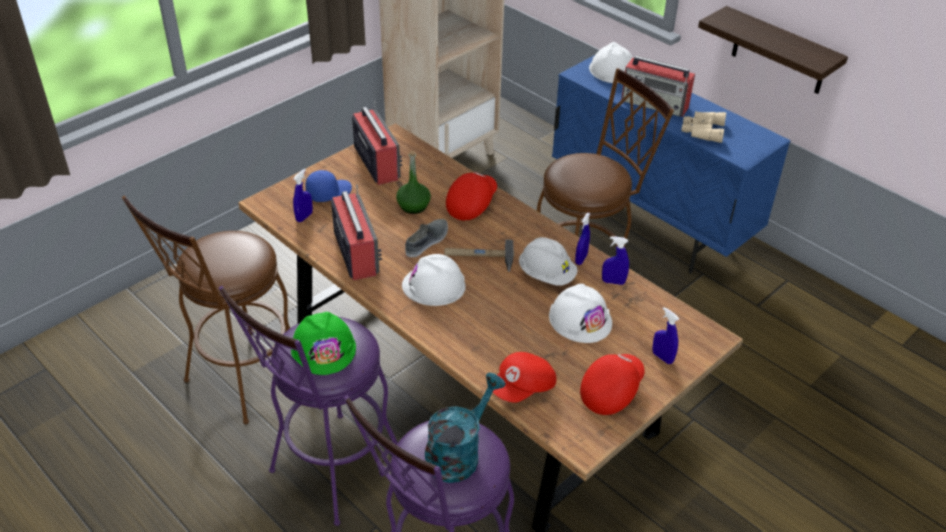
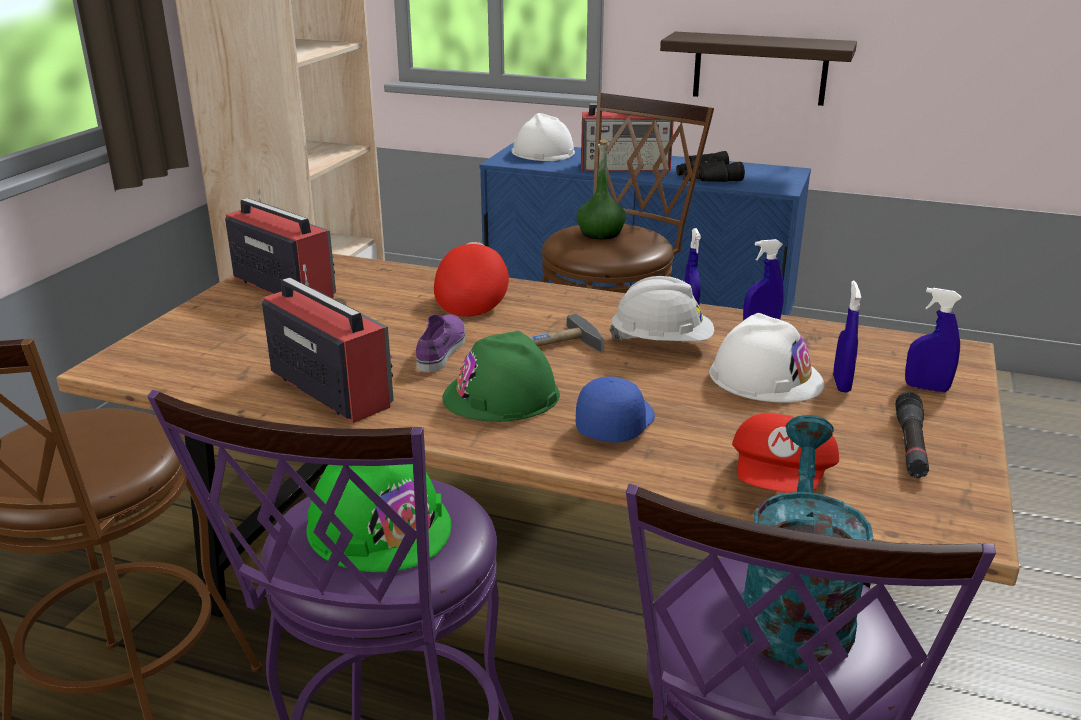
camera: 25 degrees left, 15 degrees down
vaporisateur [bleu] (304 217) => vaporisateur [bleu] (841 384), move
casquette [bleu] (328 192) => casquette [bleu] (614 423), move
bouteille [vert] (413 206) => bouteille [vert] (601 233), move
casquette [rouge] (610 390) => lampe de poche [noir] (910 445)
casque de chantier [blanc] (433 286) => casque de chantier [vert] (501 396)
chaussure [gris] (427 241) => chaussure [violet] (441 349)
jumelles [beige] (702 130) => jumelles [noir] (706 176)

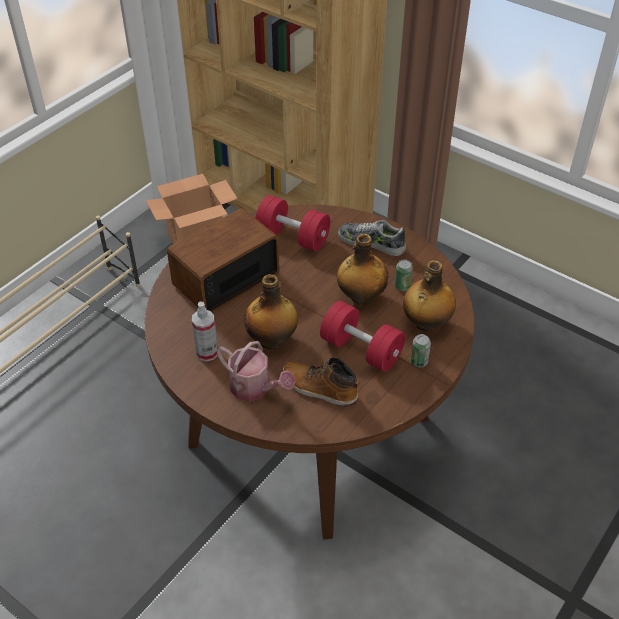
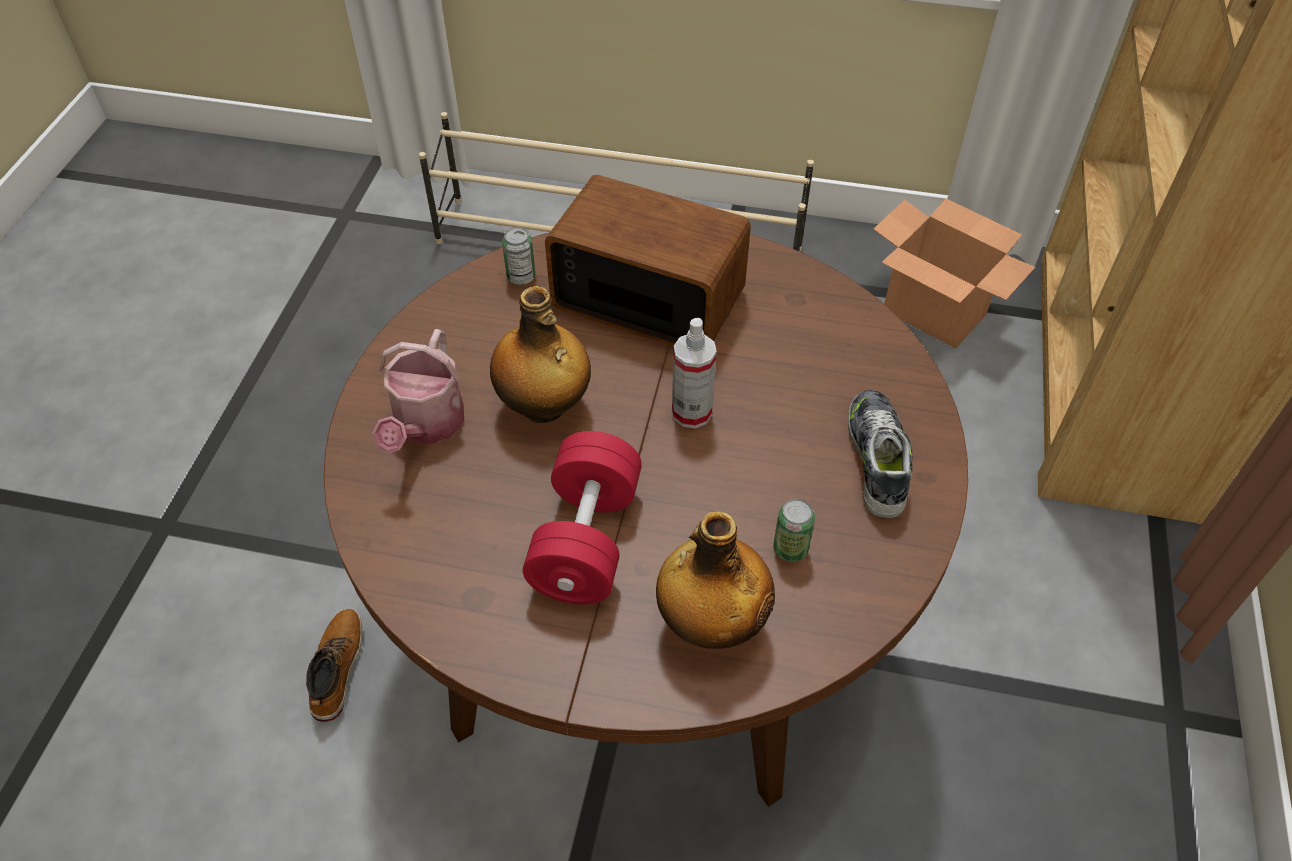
camera: 65 degrees right, 5 degrees up
haltère [rouge] (293 237) => nothing
bouteille (361 297) => nothing
vaporisateur (207 353) => vaporisateur (691 412), move
botte (319 388) => botte (336 668), move
boîte métallique (419 361) => boîte métallique (521 277), move

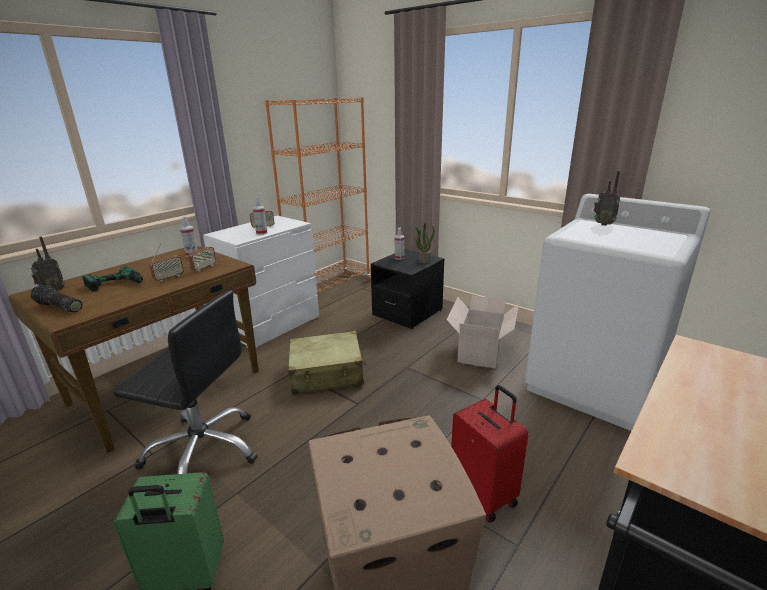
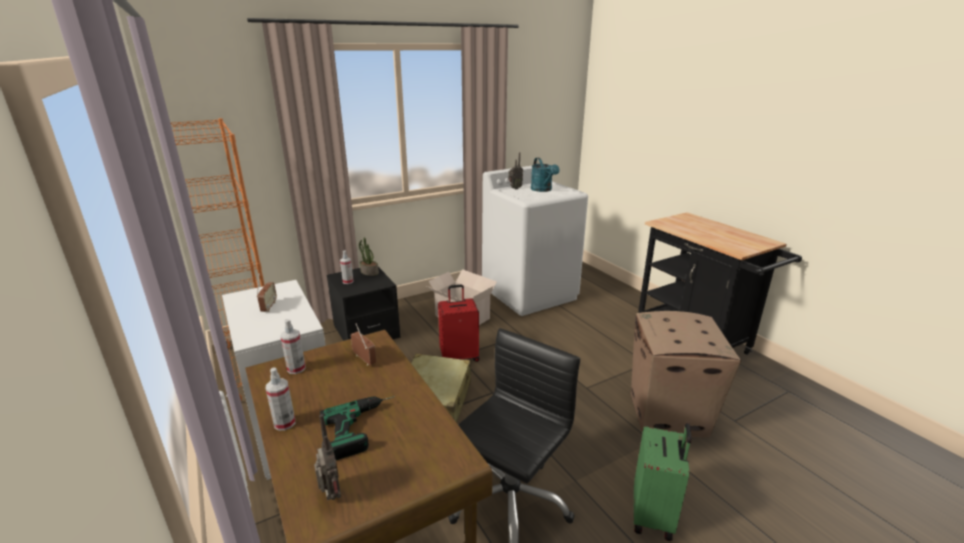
camera: 70 degrees left, 0 degrees up
lampe de poche (58 307) => nothing
radio (169 278) => nothing
nothing => arrosoir [turquoise] (543 190)
vaporisateur (261 233) => vaporisateur (284 423), move
valise [rouge] (484 494) => valise [rouge] (459 356), move

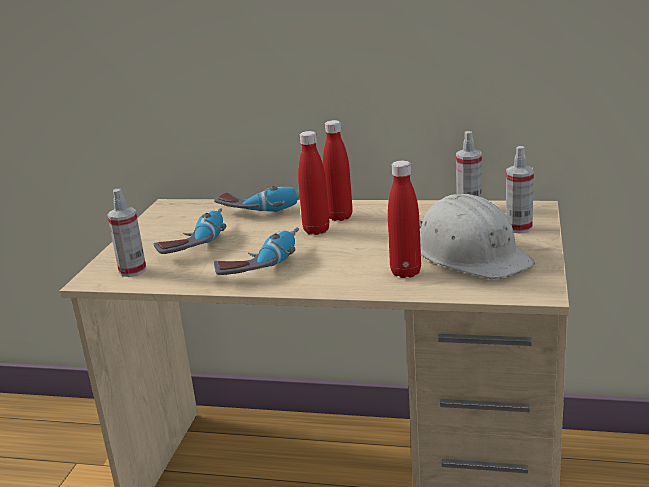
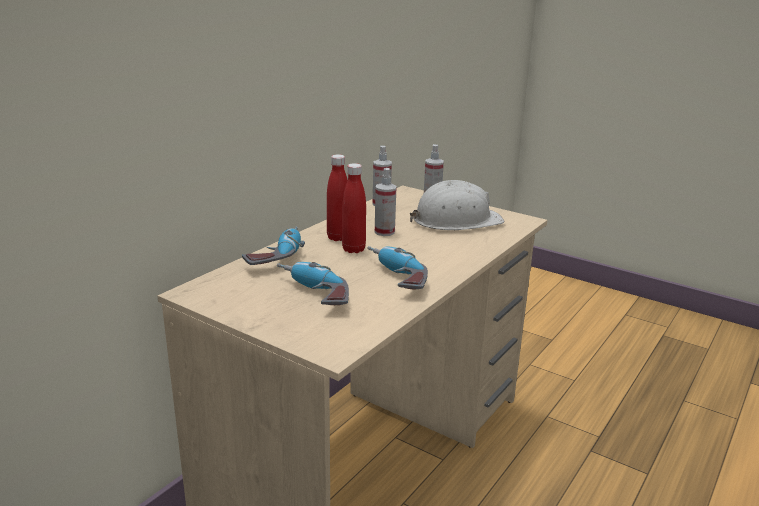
camera: 70 degrees left, 0 degrees up
bouteille [rouge] (405 272) => nothing
vaporisateur (132 270) => vaporisateur (384 232), move

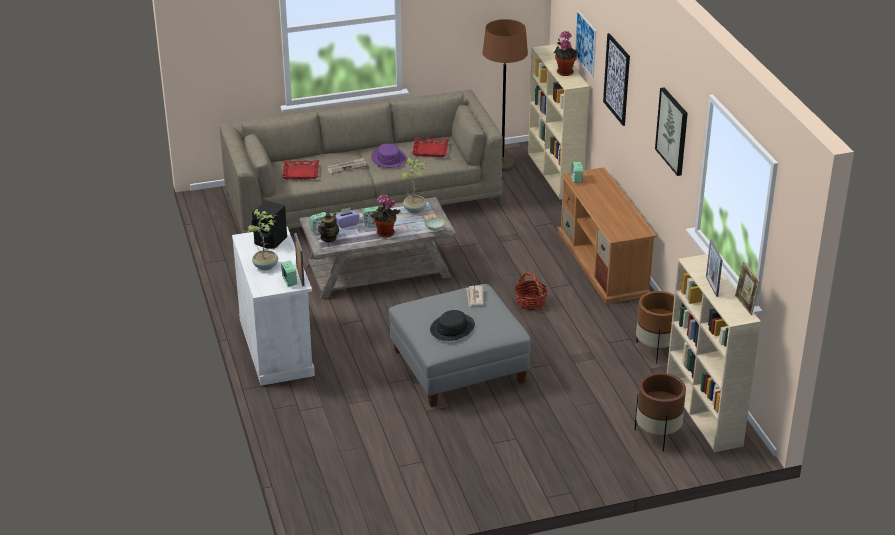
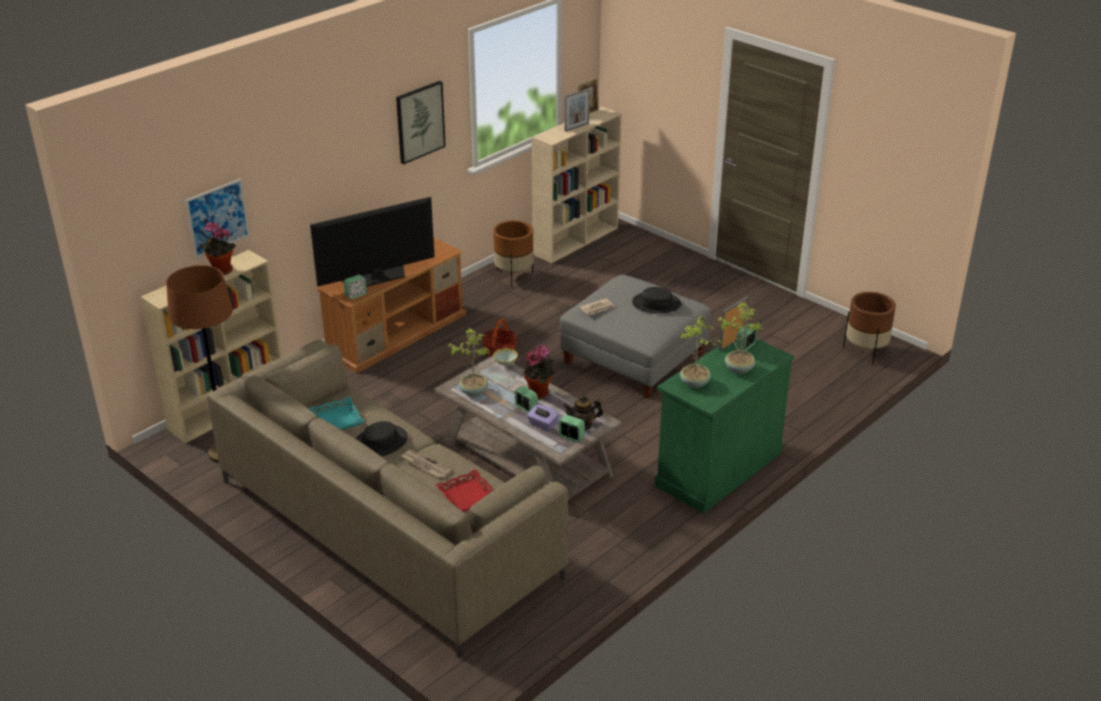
camera: 120 degrees left, 0 degrees up
tableau (617 79) => nothing
nothing => téléviseur (376 278)
cache-pot [marron] (657 435) => cache-pot [marron] (865 352), move
enceinte [noir] (271 241) => plante en pot (694 383)
meuble de rangement [blanc] (276 347) => meuble de rangement [vert] (718 468)
chapeau [violet] (388 158) => chapeau [noir] (380 442)
plateau [rouge] (430 150) => plateau [turquoise] (336 419)

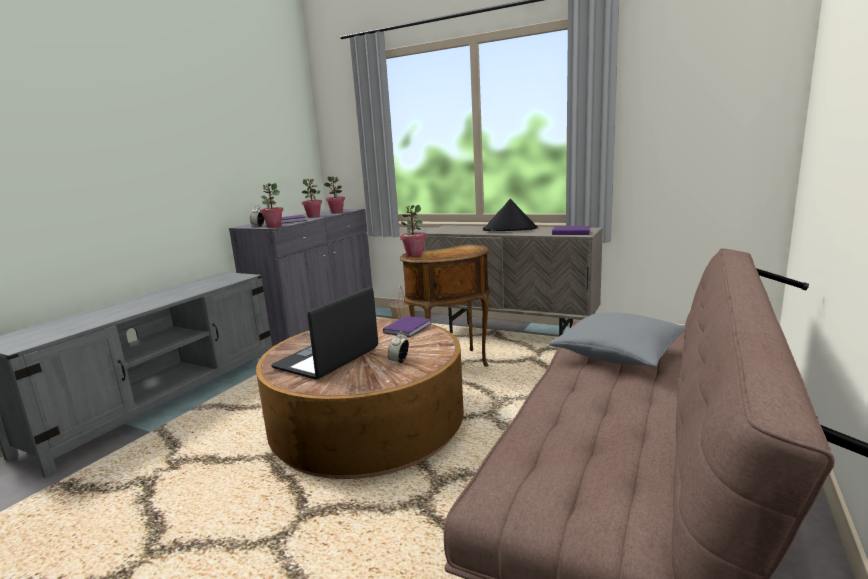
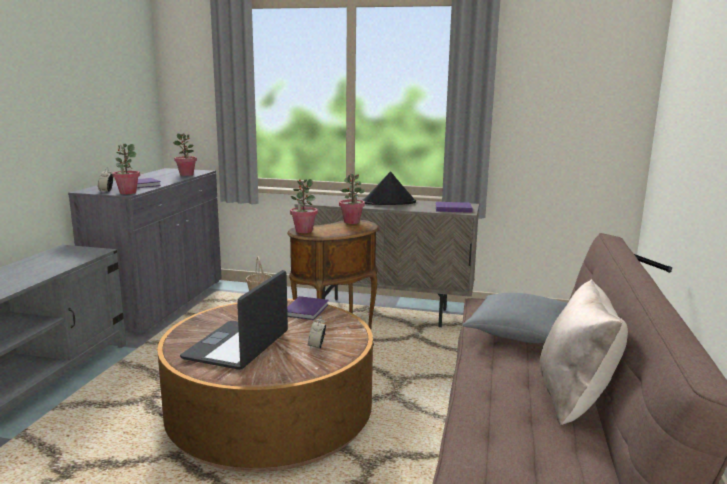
camera: 15 degrees left, 0 degrees up
nothing => coussin [beige] (574 397)
plante en pot (313 216) => plante en pot (352 222), move

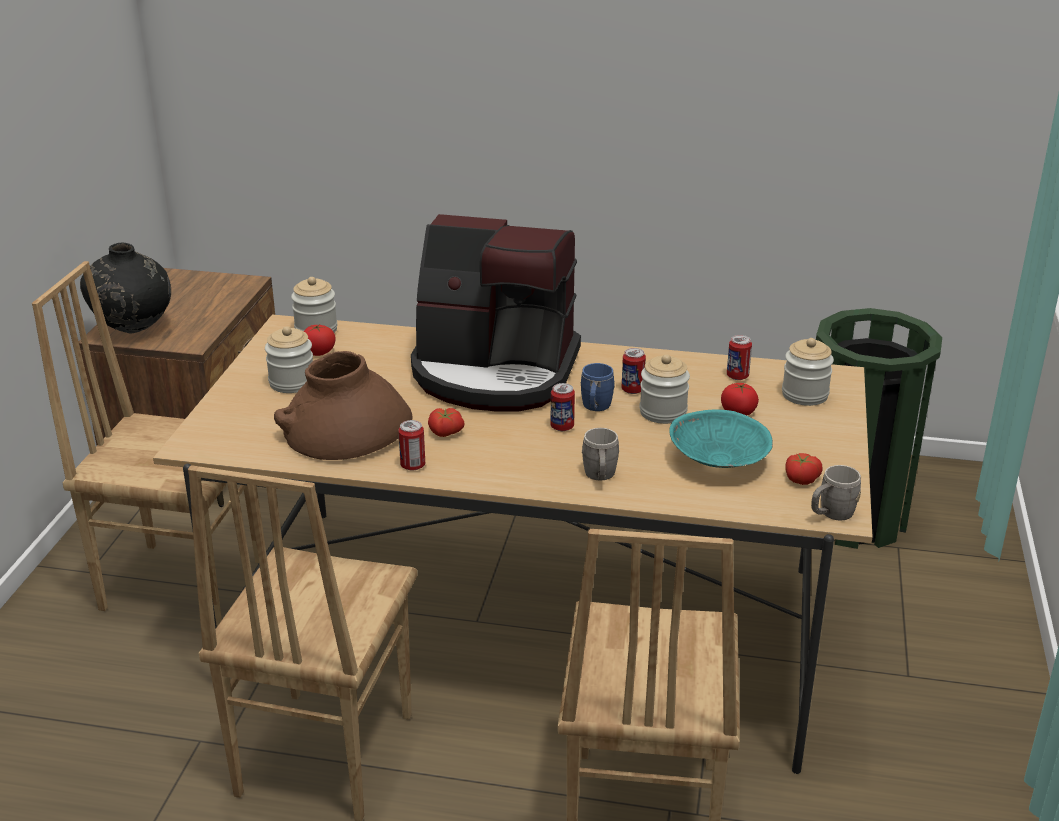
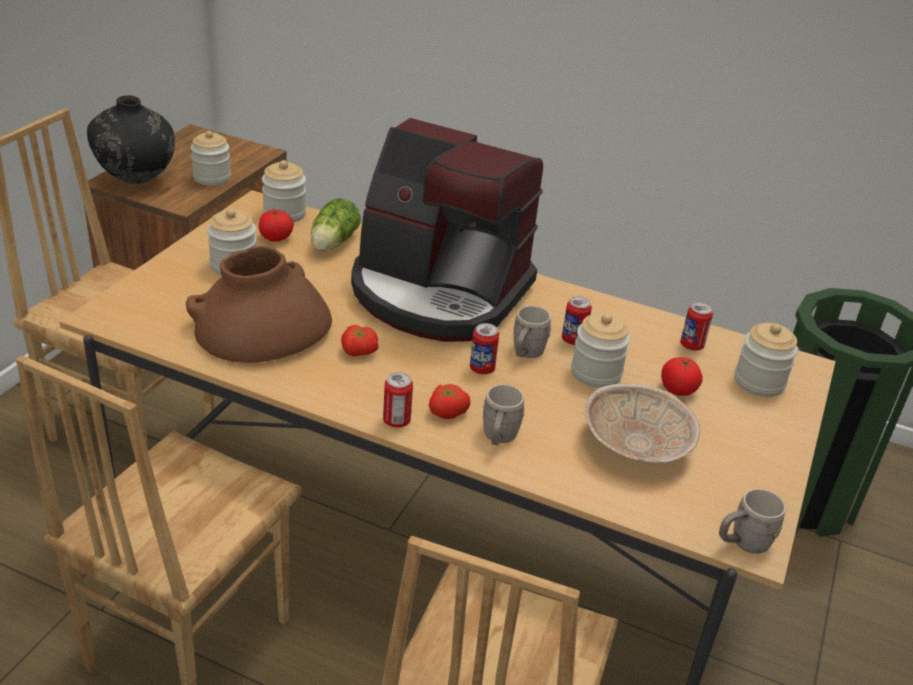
camera: 10 degrees right, 5 degrees up
nothing => bocal (212 178)
nothing => laitue (332 243)
boîte métallique (413 466) => boîte métallique (396 421), move
tomate (800 479) => tomate (447 411), move
mug [bleu] (595 408) => mug [gris] (526 354)
bol [turquoise] (719 462) => bol [beige] (636 446)

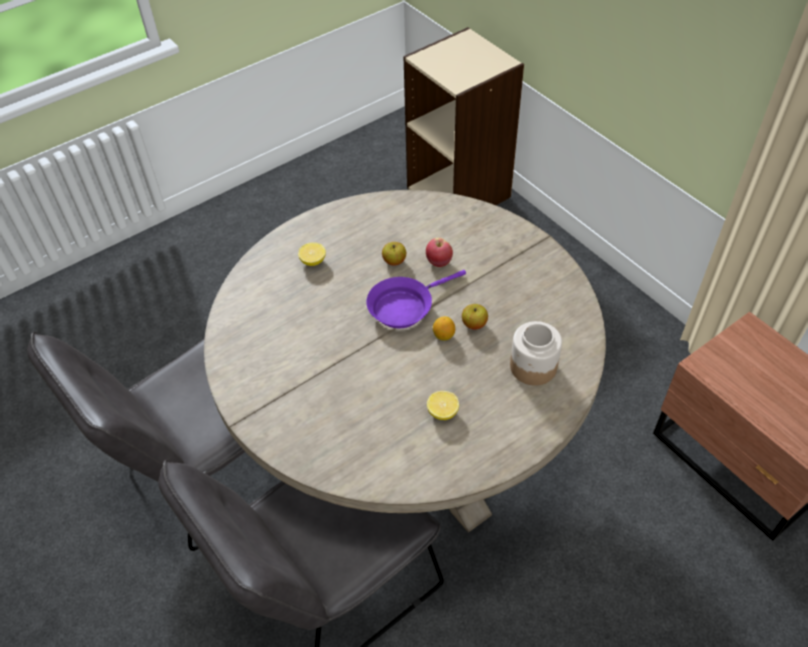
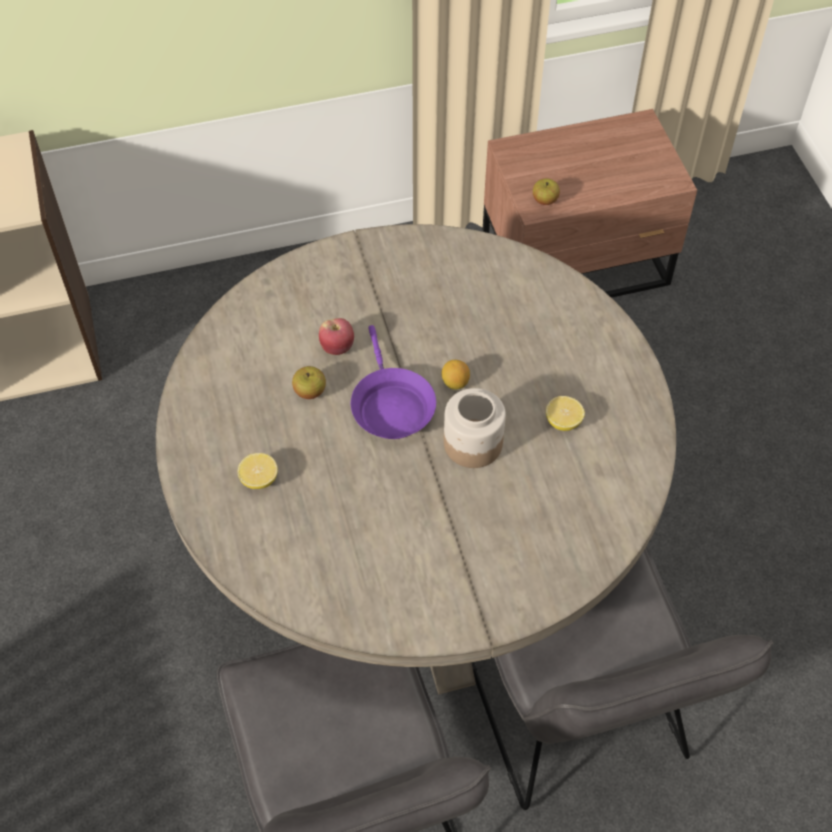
camera: 70 degrees left, 5 degrees up
pomme (474 324) => pomme (545 200), move
bocal (532 366) => bocal (472 444), move

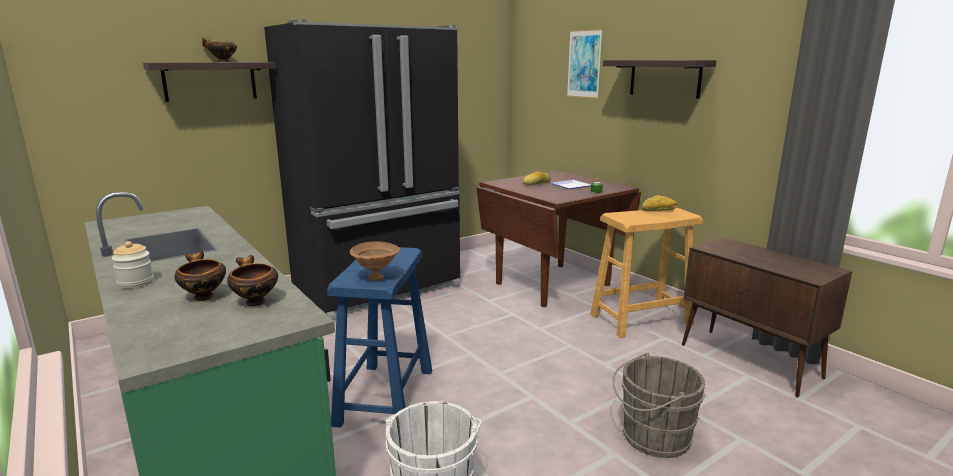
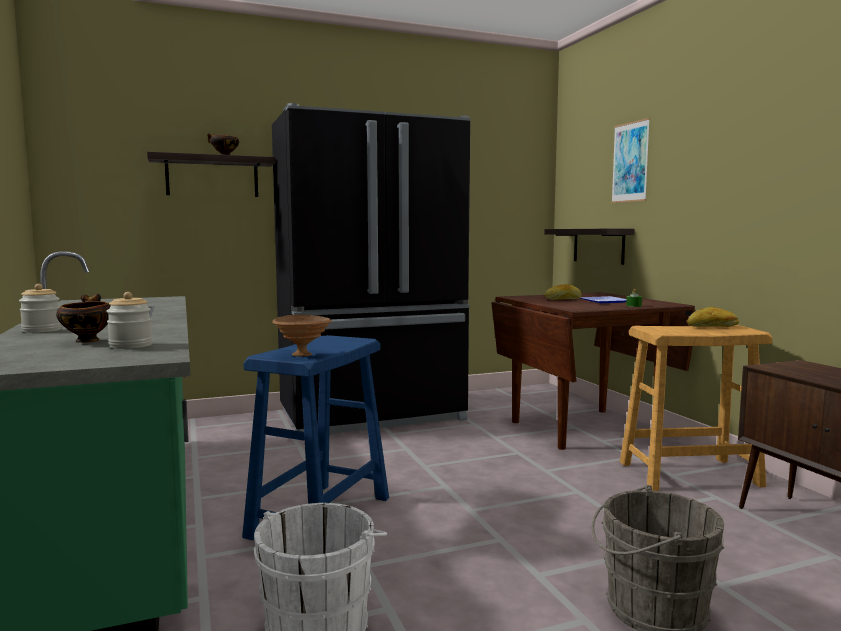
camera: 15 degrees right, 10 degrees down
étagère (664 78) => étagère (598 245), move
bol (255 301) => bocal (131 345)

